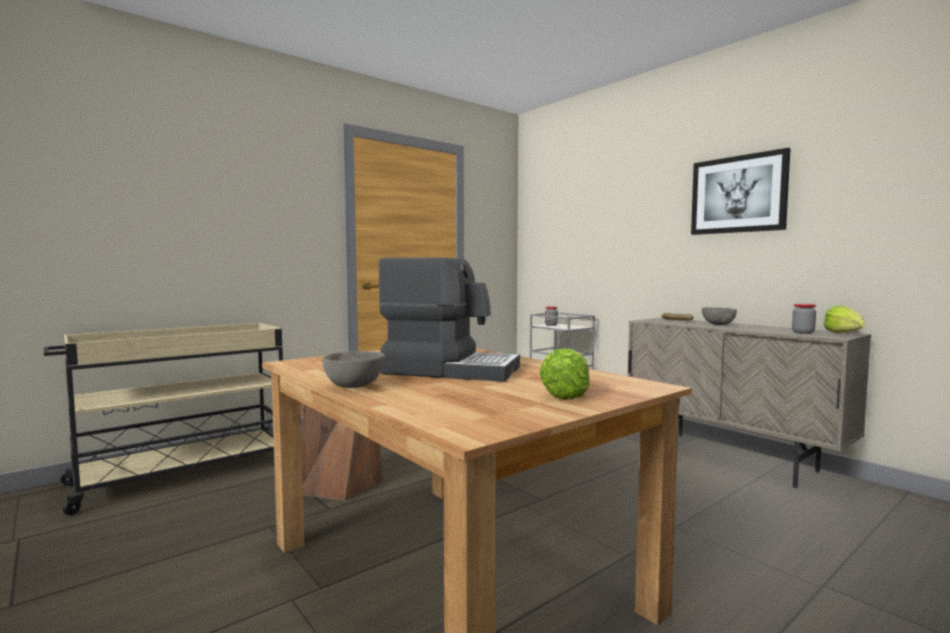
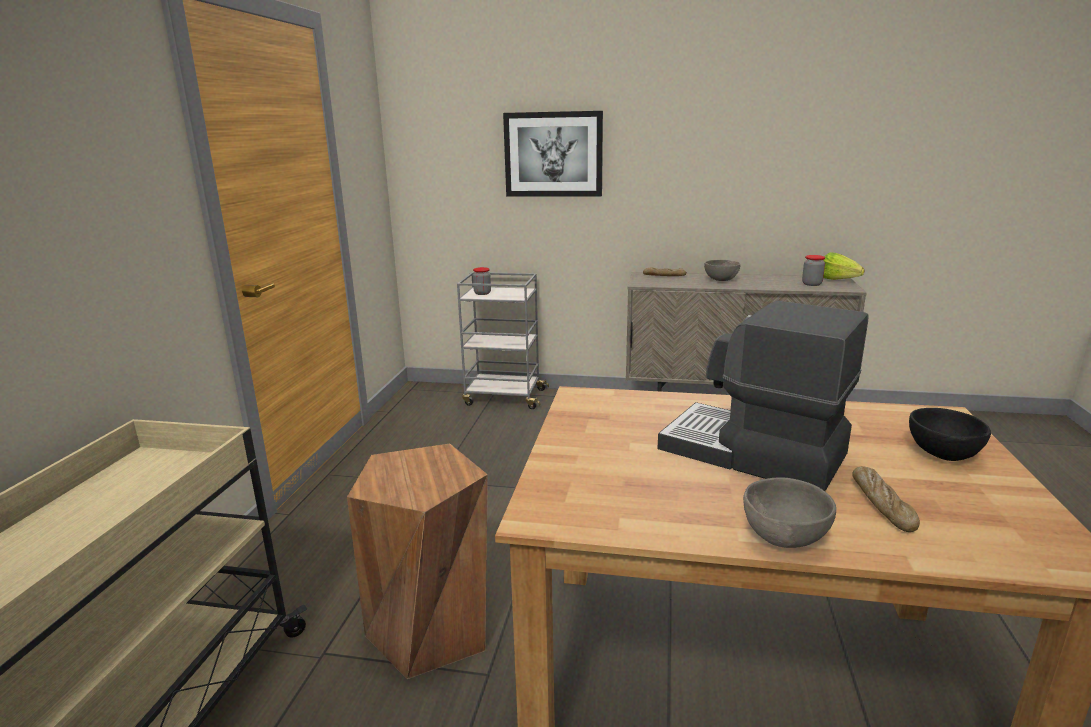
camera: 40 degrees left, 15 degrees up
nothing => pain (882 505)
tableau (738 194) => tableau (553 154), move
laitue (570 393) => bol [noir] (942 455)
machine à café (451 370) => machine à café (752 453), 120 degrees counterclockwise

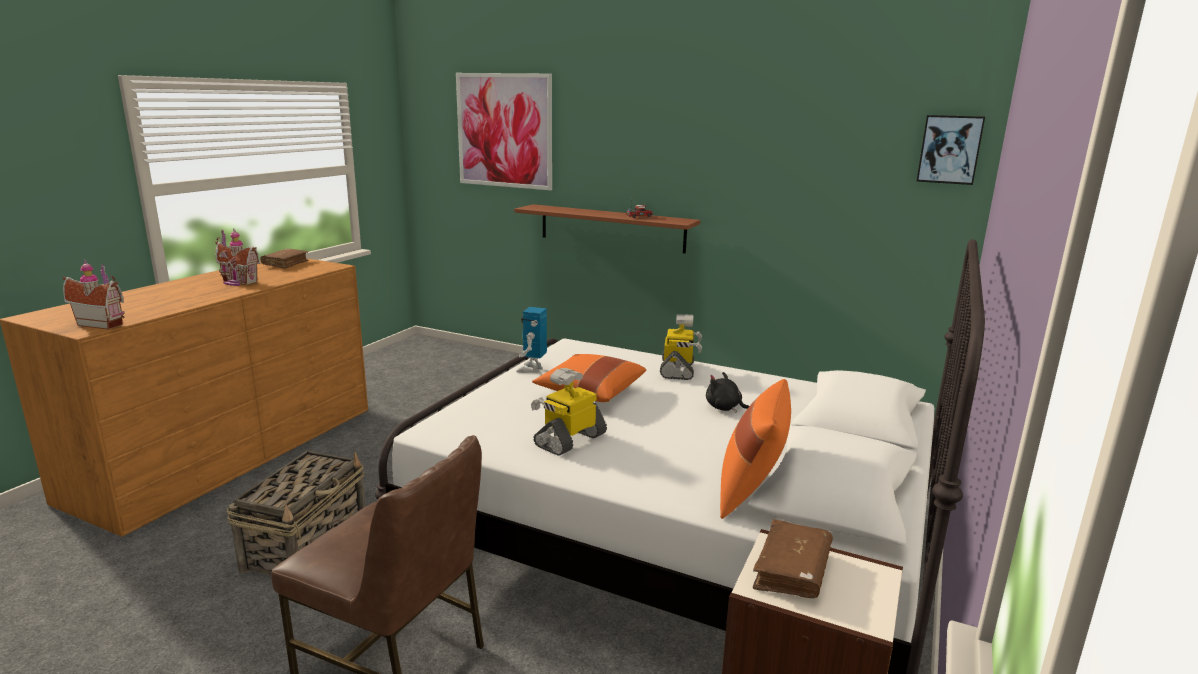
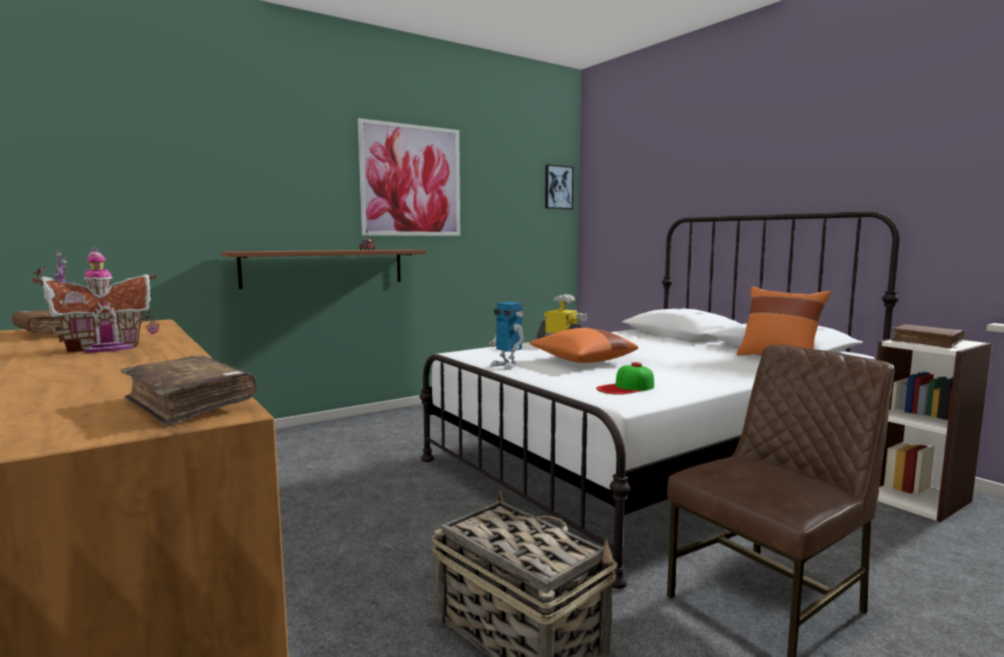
camera: 60 degrees left, 10 degrees down
robot jouet (569 440) => nothing
peluche [noir] (725 408) => nothing
nothing => casquette (626 388)
tableau (504 131) => tableau (411 181), move
maison miniature (103 324) => livre [marron] (189 404)

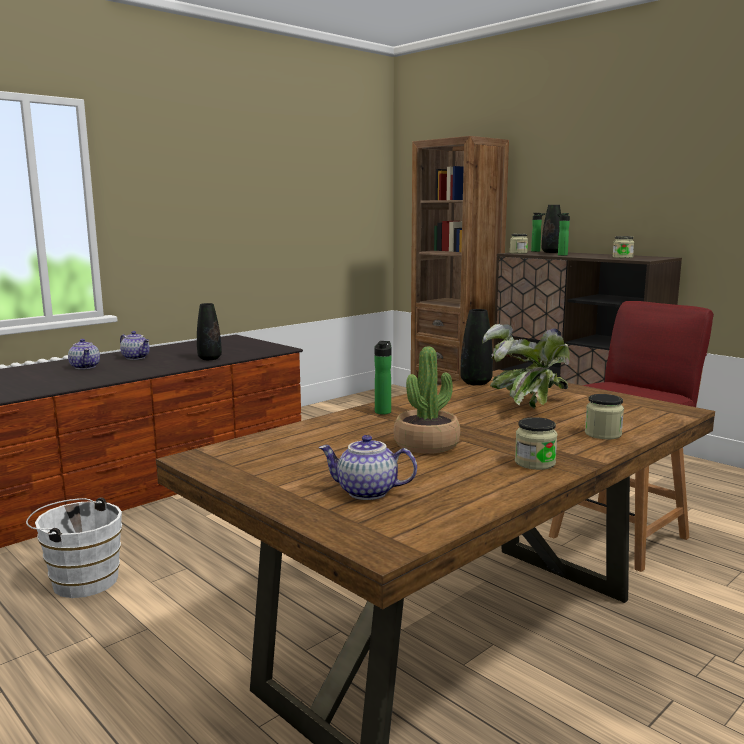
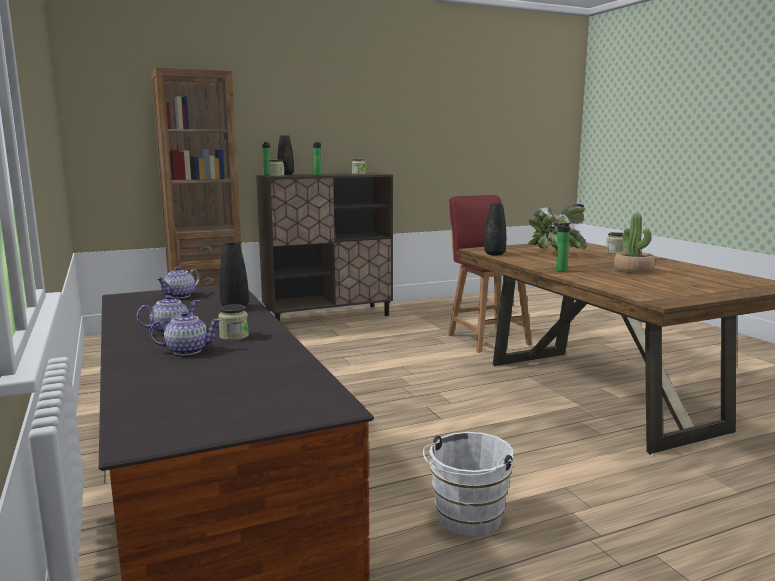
camera: 70 degrees left, 0 degrees up
théière (366 492) => théière (180 296), move
bocal (535 463) => bocal (234 336), move

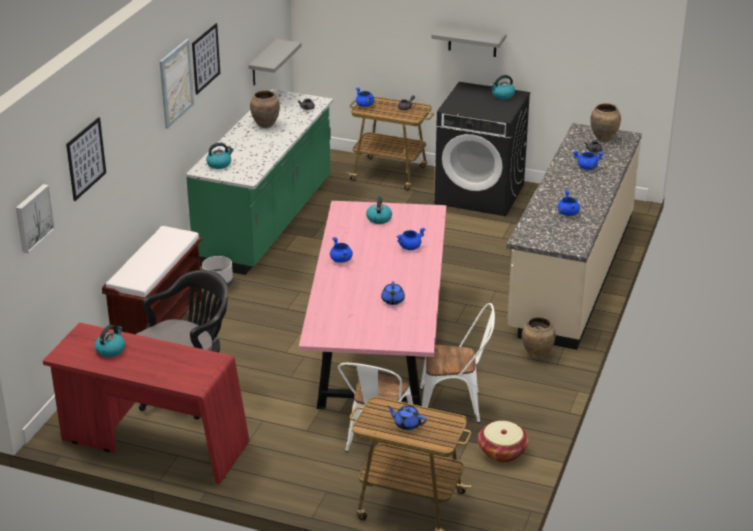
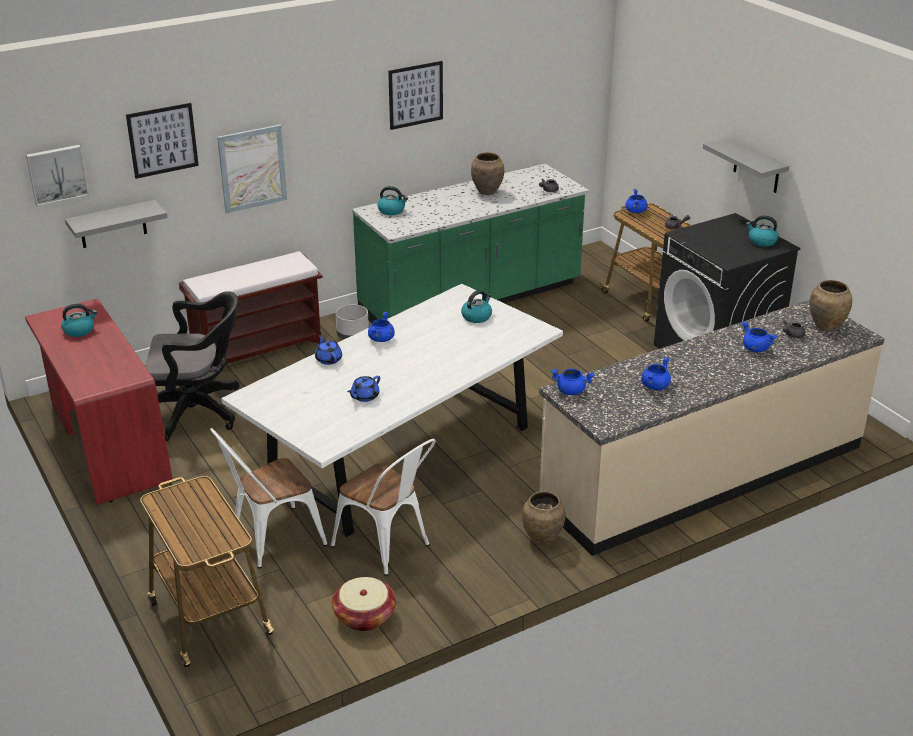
camera: 40 degrees right, 0 degrees up
tableau (176 83) => tableau (252 168), move
étagère [gris] (263 63) => étagère [gris] (112 224), move
théière [bleu] (407 424) => théière [bleu] (328 359), move
marmite [bleu] (410 247) => marmite [bleu] (571 391), move
table à manger [rose] (378 347) => table à manger [blanc] (402 454)

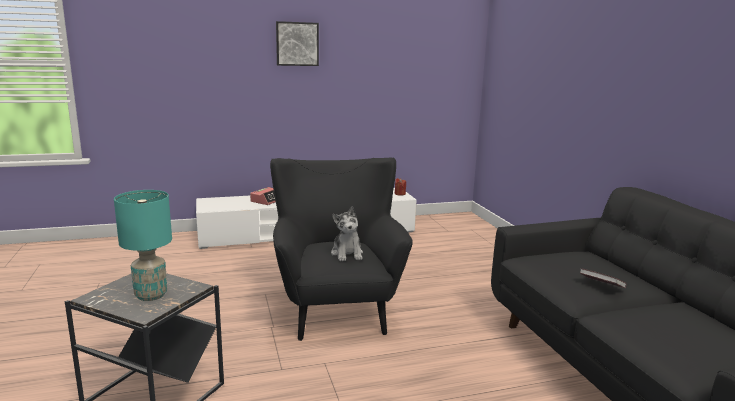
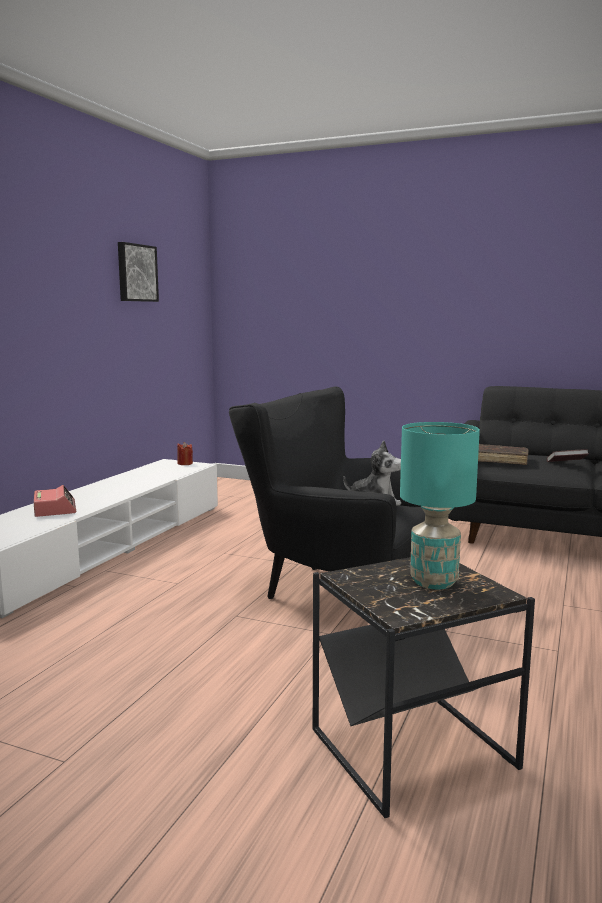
camera: 50 degrees left, 5 degrees down
nothing => livre [marron] (500 460)
tableau (297 44) => tableau (136 273), move

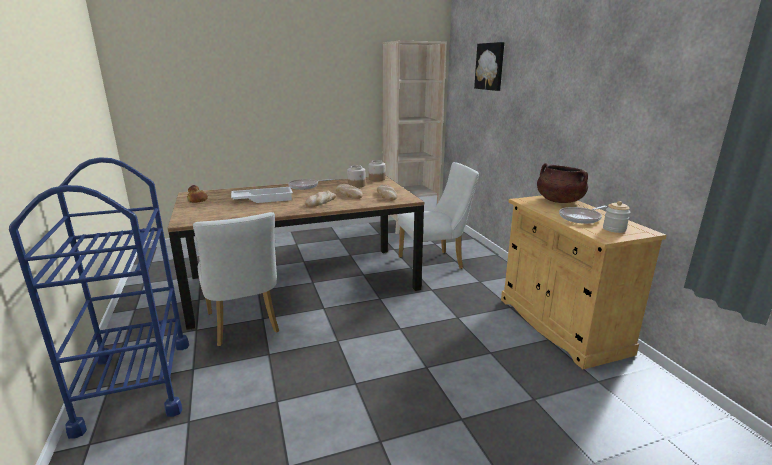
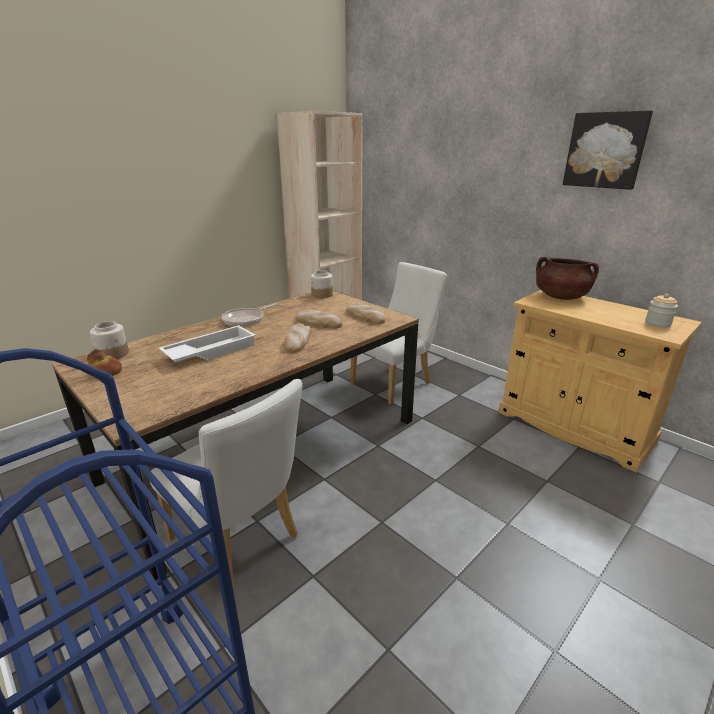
camera: 25 degrees left, 5 degrees up
poêle (581 218) => nothing
bocal (357 185) => bocal (113 354), move
tableau (490 66) => tableau (605 150), move

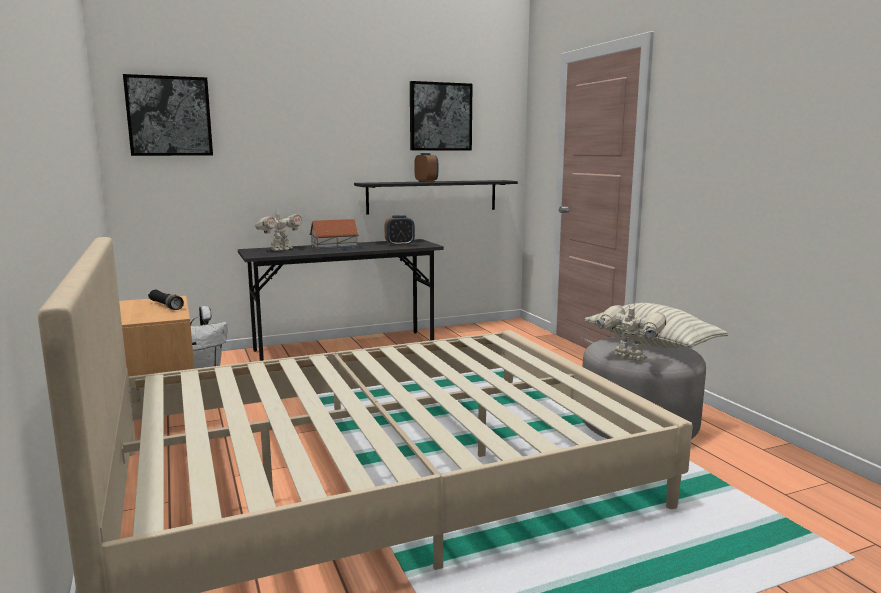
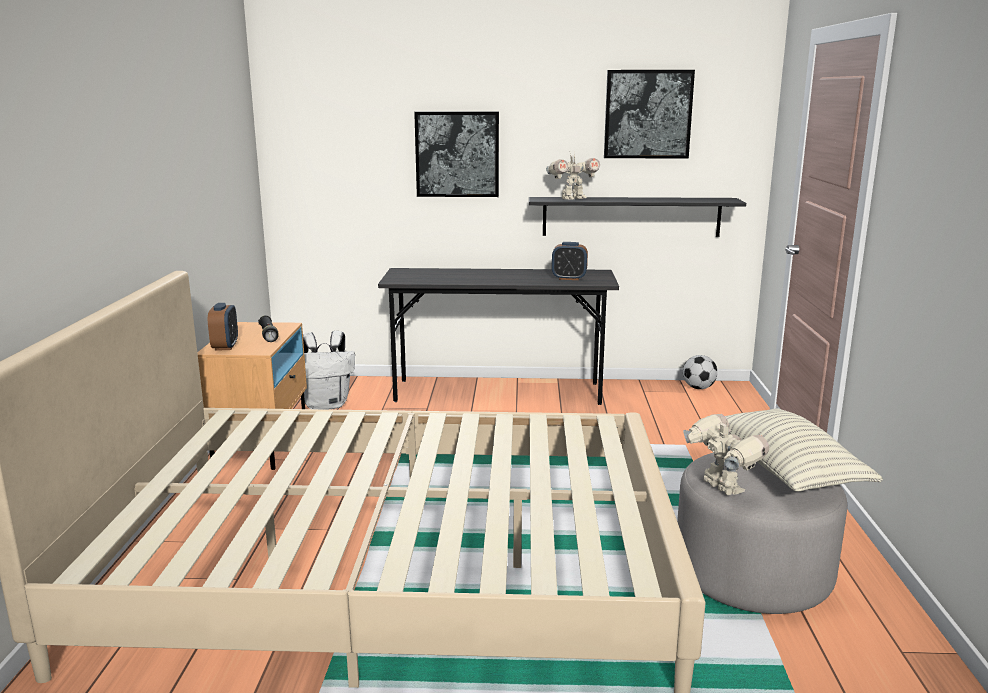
camera: 25 degrees right, 5 degrees up
maison miniature (335 247) => nothing
nothing => ballon de foot (699 388)
tableau (169 116) => tableau (457 154), move
robot jouet (280 250) => robot jouet (572 199), move
réveil (426 181) => réveil (225 346), move

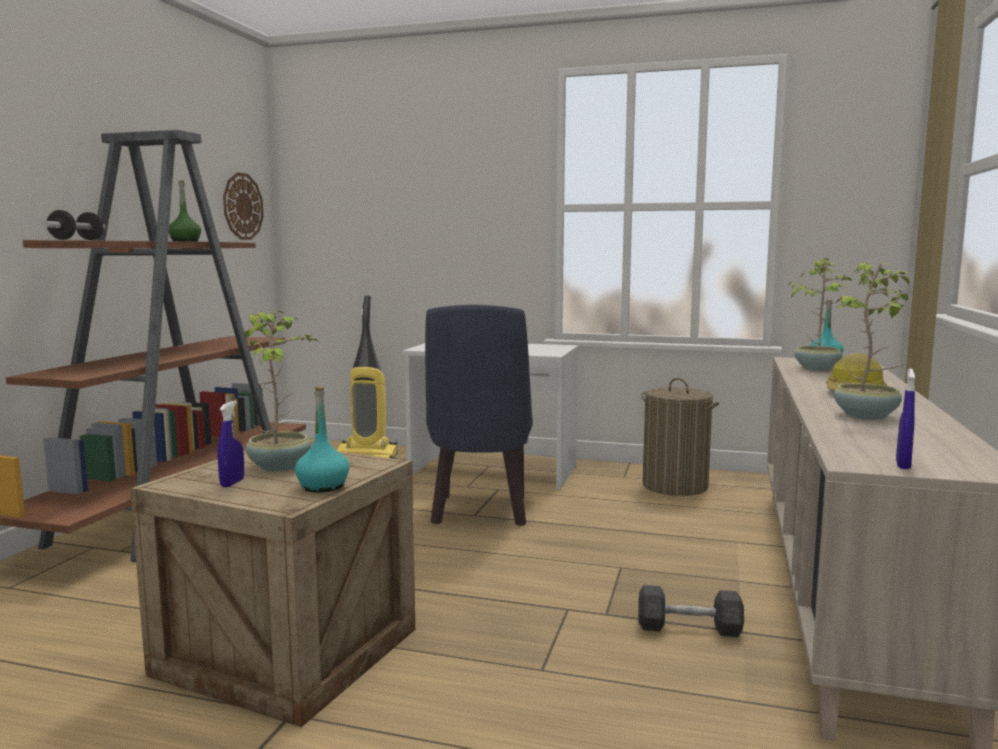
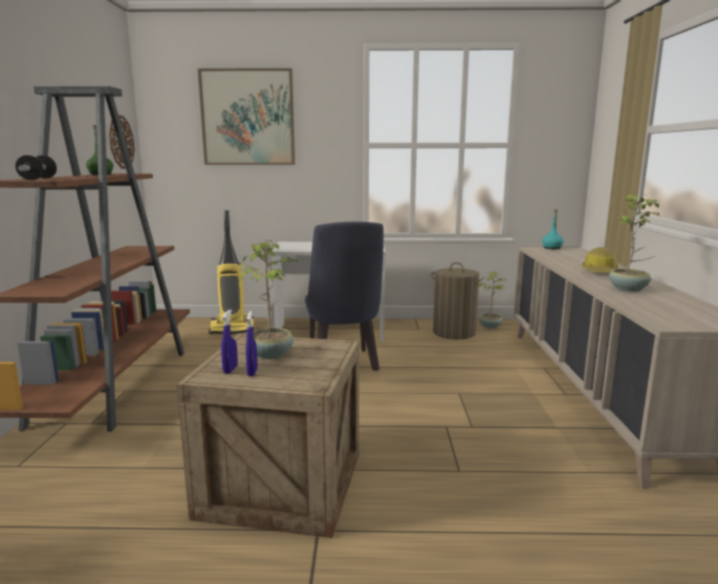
camera: 15 degrees left, 5 degrees up
bouteille [turquoise] (323 486) => nothing
haltère [gris] (689 628) => nothing
nothing => tableau (248 117)
plante en pot (817 368) => plante en pot (490 326), move
vaporisateur [bleu] (903 465) => vaporisateur [bleu] (230 370), move

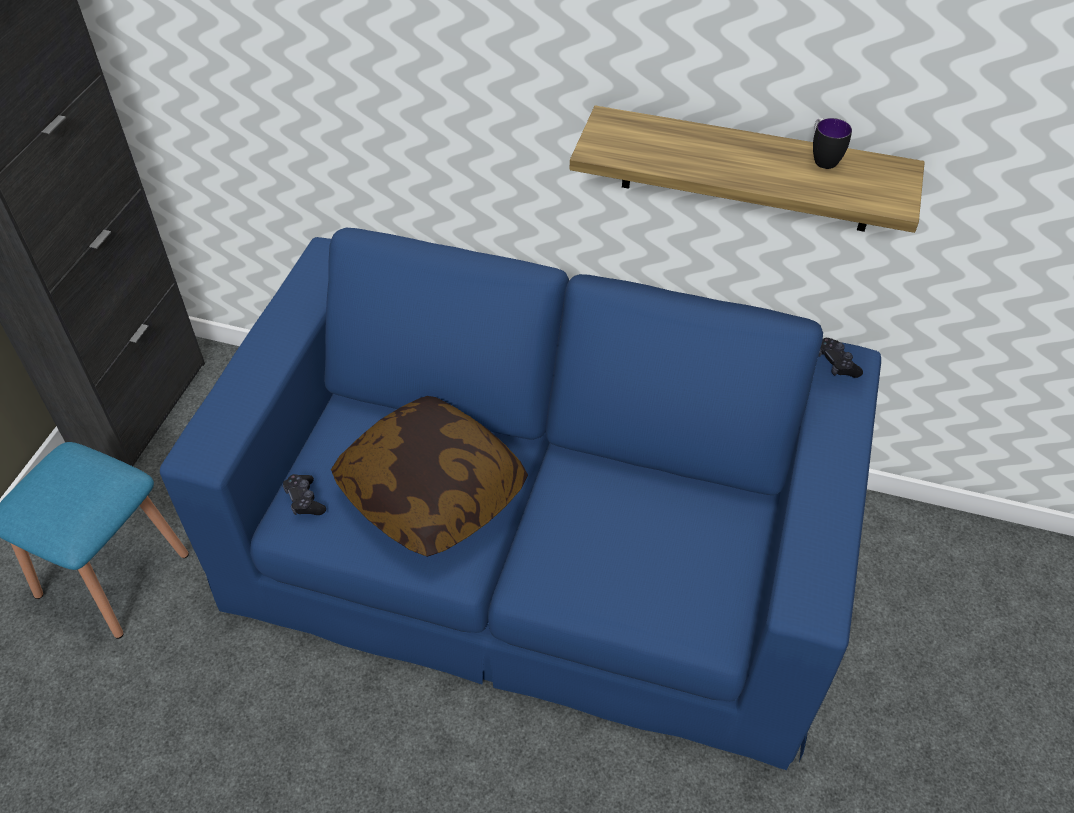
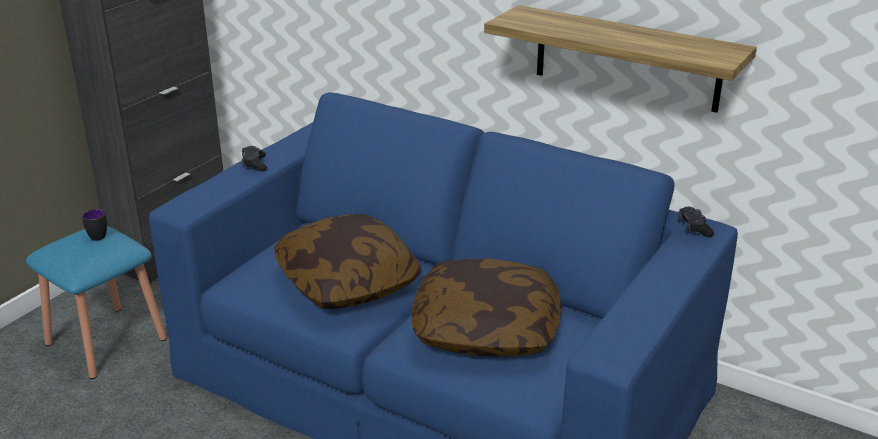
camera: 15 degrees right, 20 degrees down
nothing => coussin (486 329)
manette [noir] (305 500) => manette [noir] (254 164), move
mug (822 158) => mug (99 235), move

